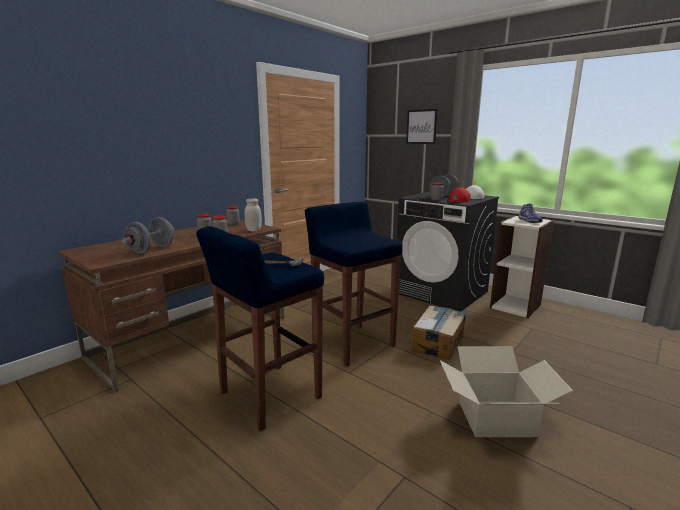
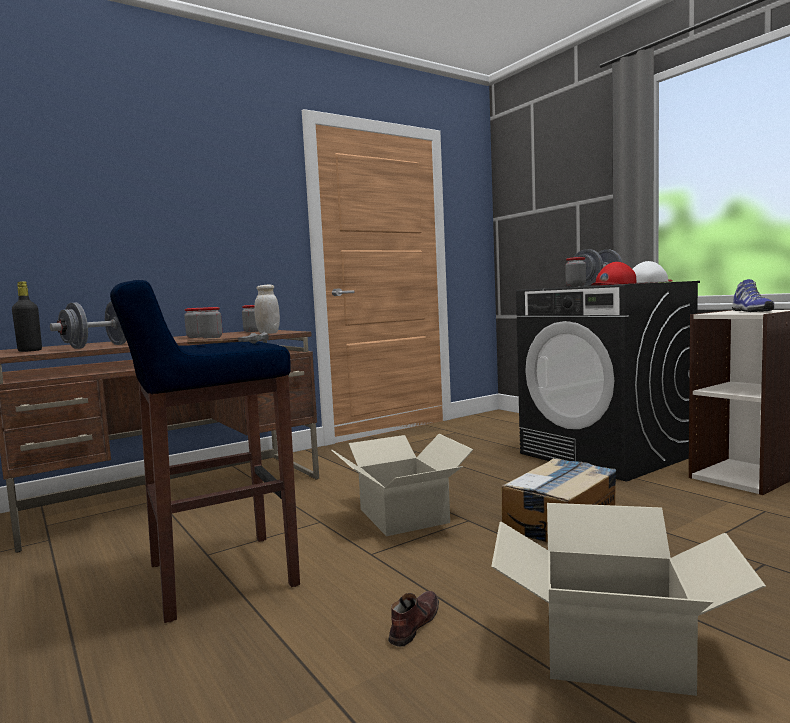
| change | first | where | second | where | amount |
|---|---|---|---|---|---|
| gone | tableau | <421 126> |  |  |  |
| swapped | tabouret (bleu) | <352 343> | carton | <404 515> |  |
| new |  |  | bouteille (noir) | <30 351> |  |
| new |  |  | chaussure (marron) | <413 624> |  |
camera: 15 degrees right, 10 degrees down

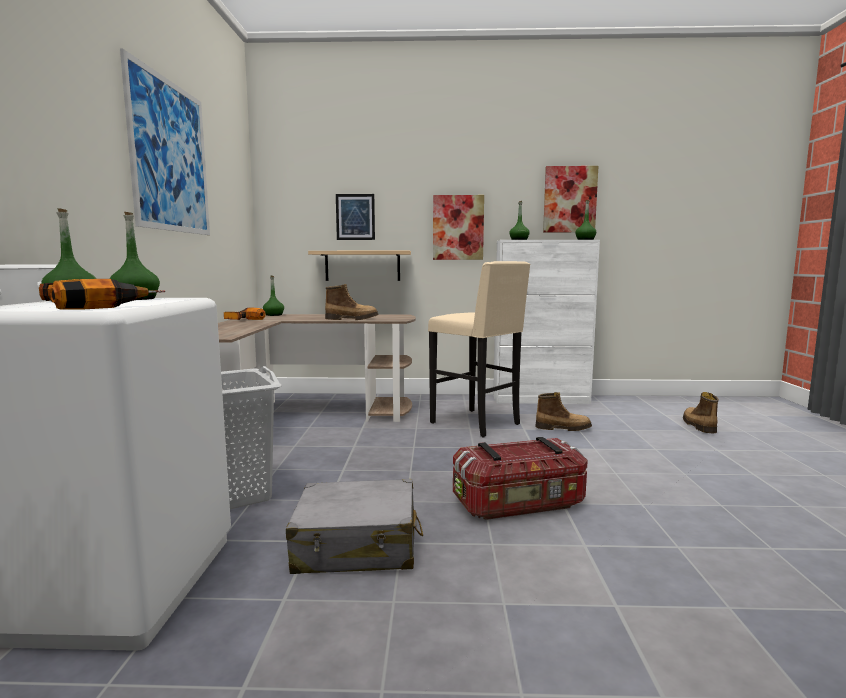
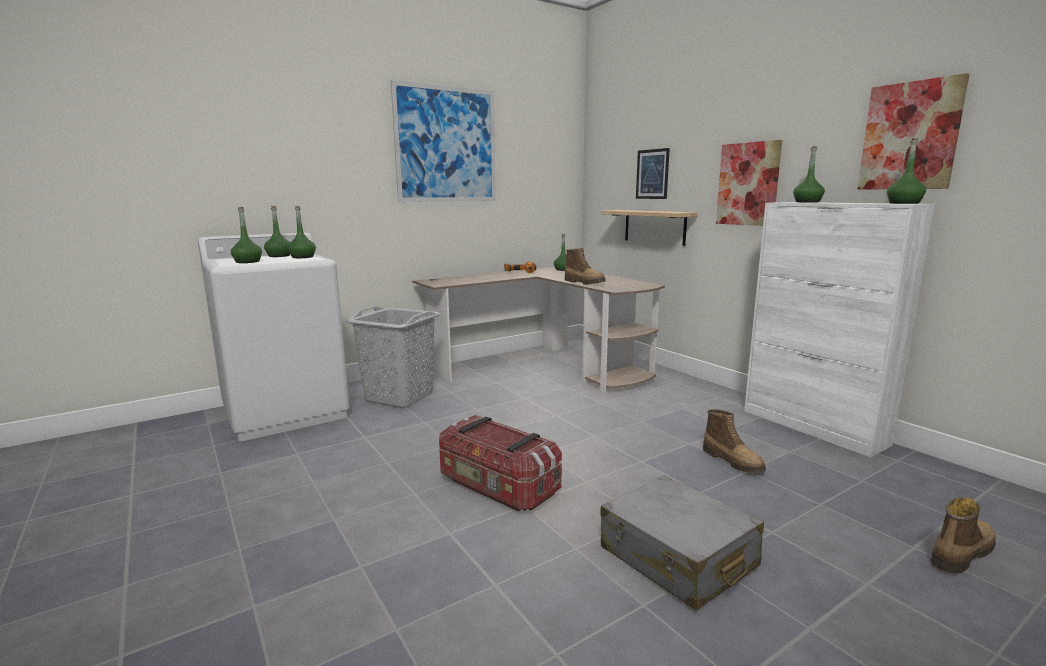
| change | first | where | second | where | amount |
|---|---|---|---|---|---|
| gone | tabouret (beige) | <477 424> |  |  |  |
| swapped | perceuse | <95 306> | bouteille (vert) | <247 262> |  |
| shifted | valise (gris) | <357 545> |  | <677 557> |  |
camera: 55 degrees right, 5 degrees up

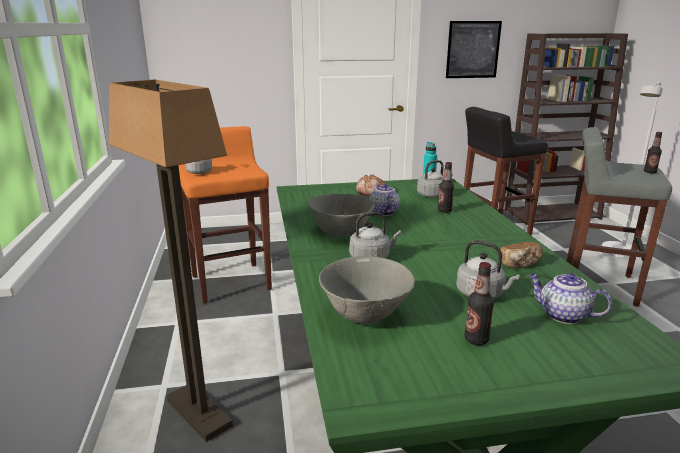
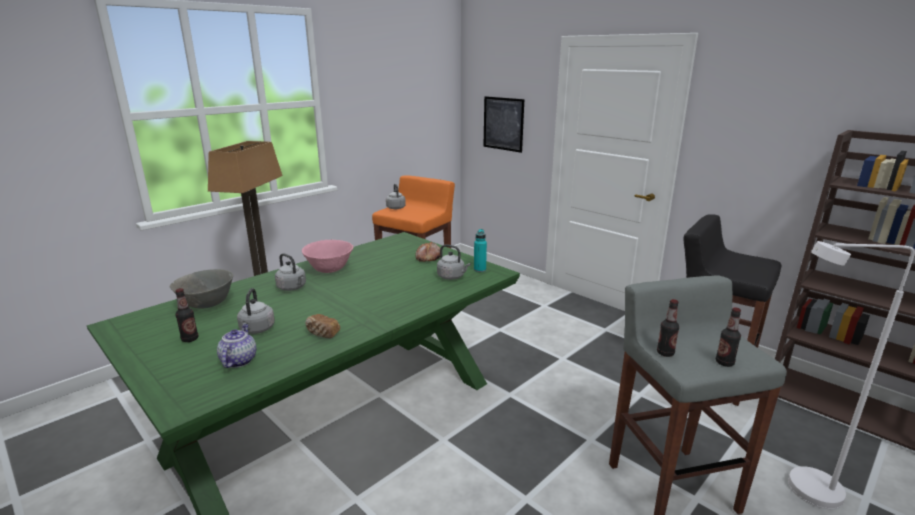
| change | first | where | second | where | amount |
|---|---|---|---|---|---|
| shifted | tableau | <473 49> |  | <503 124> |  |
| shifted | bouteille | <444 211> |  | <665 353> |  |
| gone | théière | <383 212> |  |  |  |
| repainted | bol (gris) | <340 233> | bol (rose) | <330 270> |  |
camera: 55 degrees right, 0 degrees up

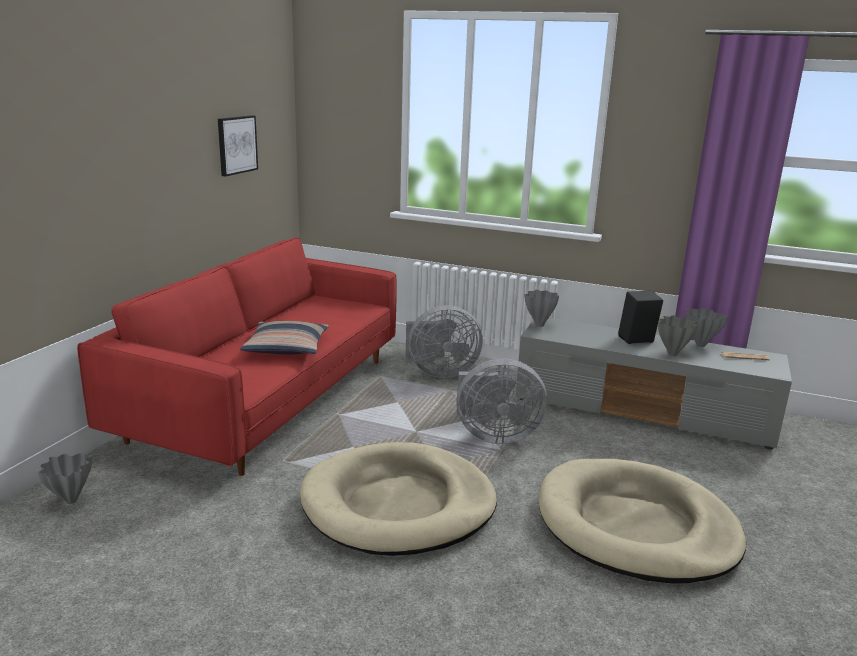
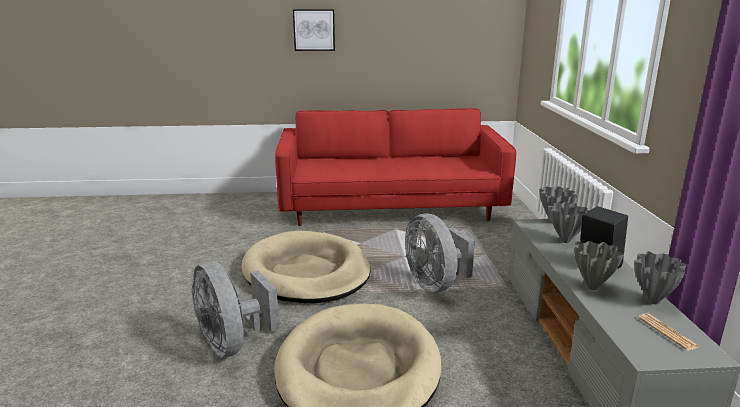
| change | first | where | second | where | amount |
|---|---|---|---|---|---|
| shifted | tableau | <236 145> |  | <314 30> |  |
| shifted | ventilateur (gris) | <439 372> |  | <232 343> |  |
| gone | coussin | <286 348> |  |  |  |
| shifted | vase (gris) | <70 501> |  | <564 241> |  |
camera: 65 degrees right, 0 degrees up

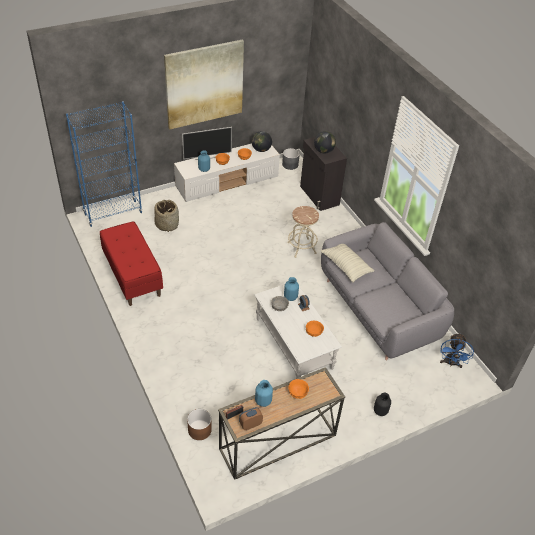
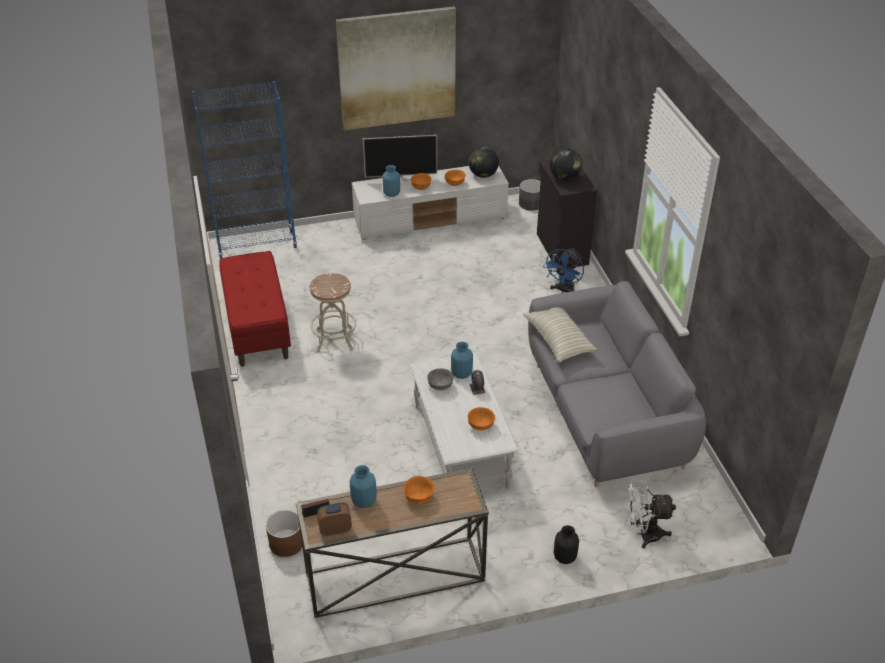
| change | first | where | second | where | amount |
|---|---|---|---|---|---|
| gone | panier | <167 224> |  |  |  |
| shifted | tabouret (beige) | <301 248> |  | <334 339> |  |
| shifted | ventilateur (bleu) | <451 363> |  | <563 291> |  |
| new |  |  | ventilateur (blanc) | <644 534> |  |
camera: 15 degrees right, 5 degrees down

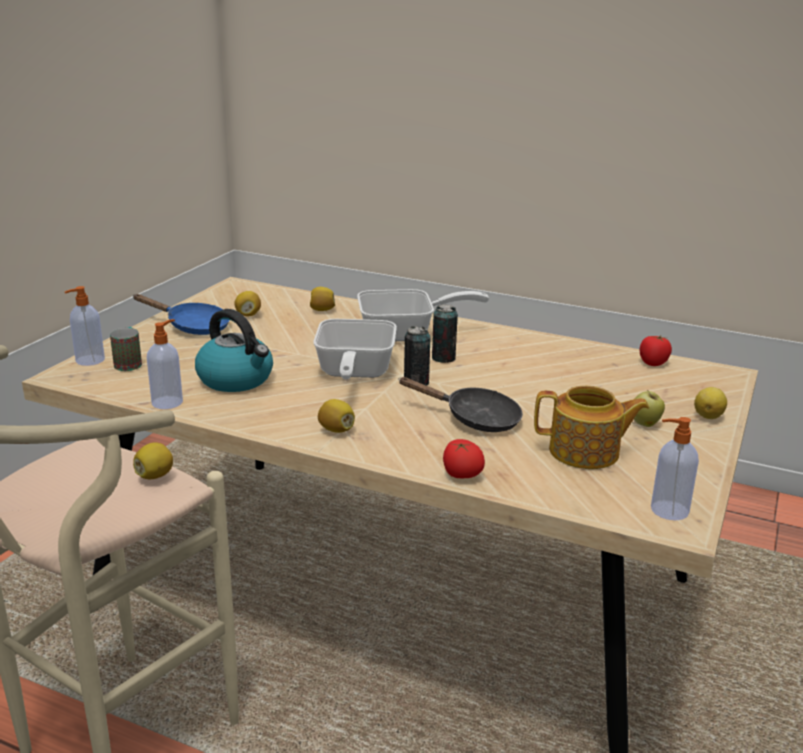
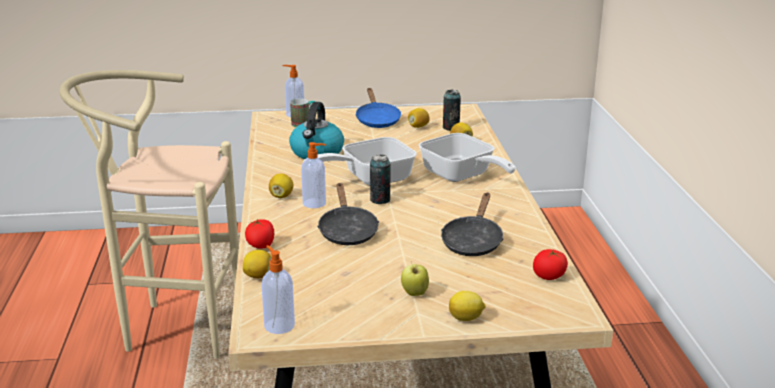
| change | first | where | second | where | amount |
|---|---|---|---|---|---|
| shifted | boîte métallique | <443 358> |  | <451 128> |  |
| shifted | distributeur de savon | <168 402> |  | <315 203> |  |
| gone | théière | <586 452> |  |  |  |
| shifted | citron | <155 475> |  | <258 276> |  |
| new |  |  | poêle (noir) | <472 241> |  |
camera: 60 degrees right, 0 degrees up

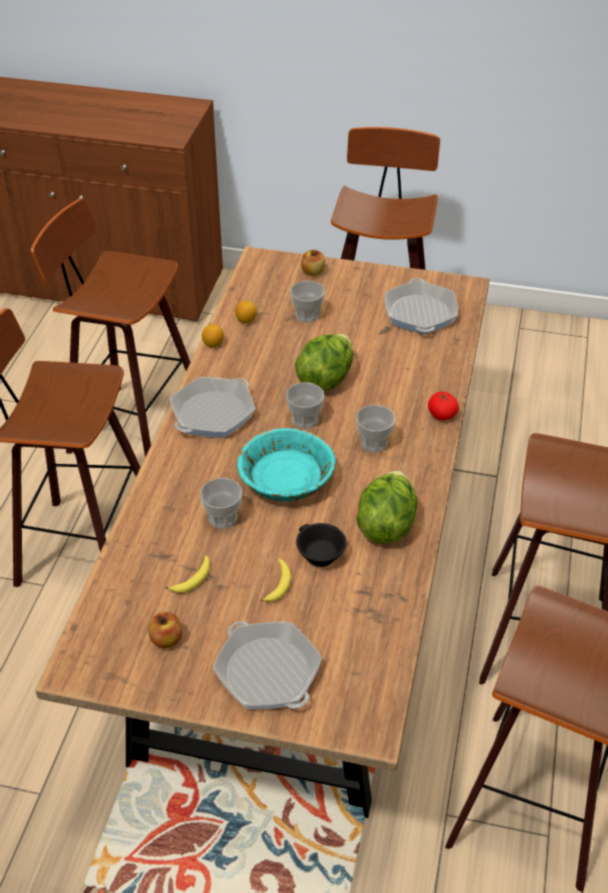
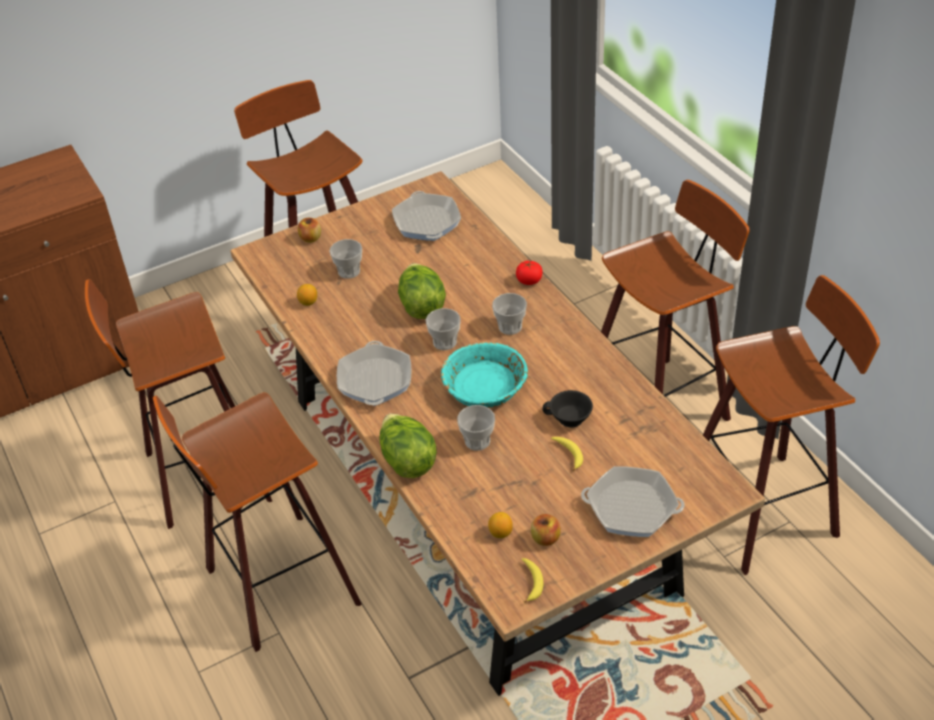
| change | first | where | second | where | amount |
|---|---|---|---|---|---|
| rotated | poêle | <420 313> |  | <427 222> | 150 degrees counterclockwise |
| shifted | citron | <213 344> |  | <500 533> |  |
| shifted | laitue | <386 524> |  | <407 461> |  |
| shifted | banane | <193 579> |  | <532 582> |  |
camera: 40 degrees left, 0 degrees up

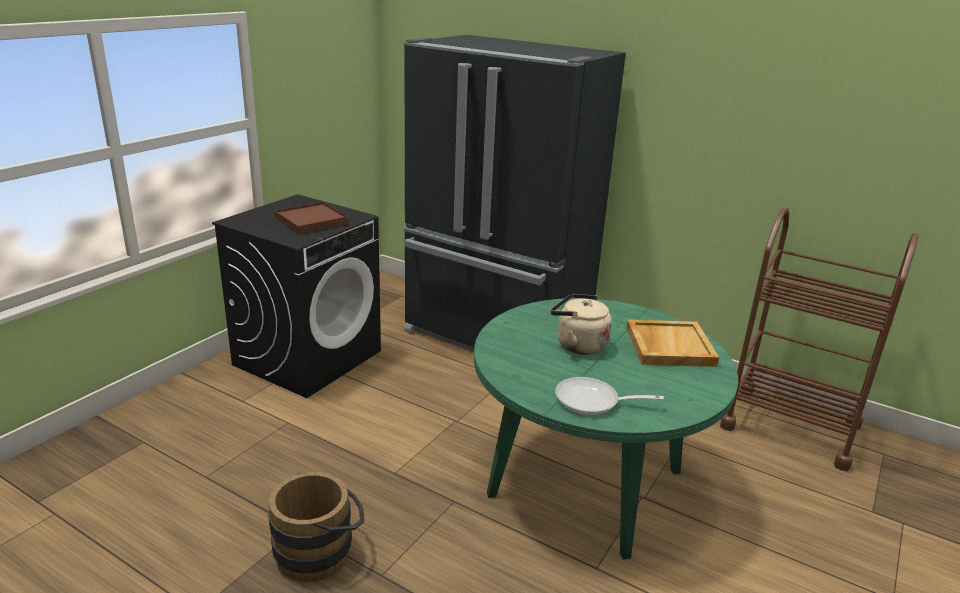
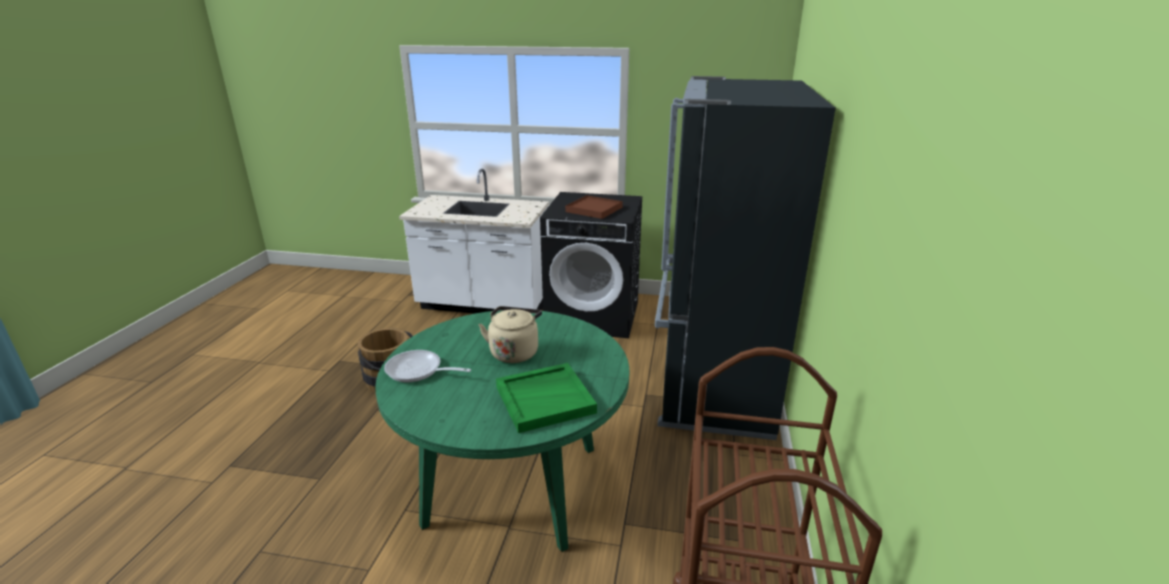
| change | first | where | second | where | amount |
|---|---|---|---|---|---|
| repainted | plateau (beige) | <668 346> | plateau (vert) | <545 399> |  |
| rotated | poêle | <592 401> |  | <418 371> | 60 degrees counterclockwise |
| new |  |  | comptoir de cuisine (blanc) | <484 305> |  |
camera: 70 degrees right, 0 degrees up

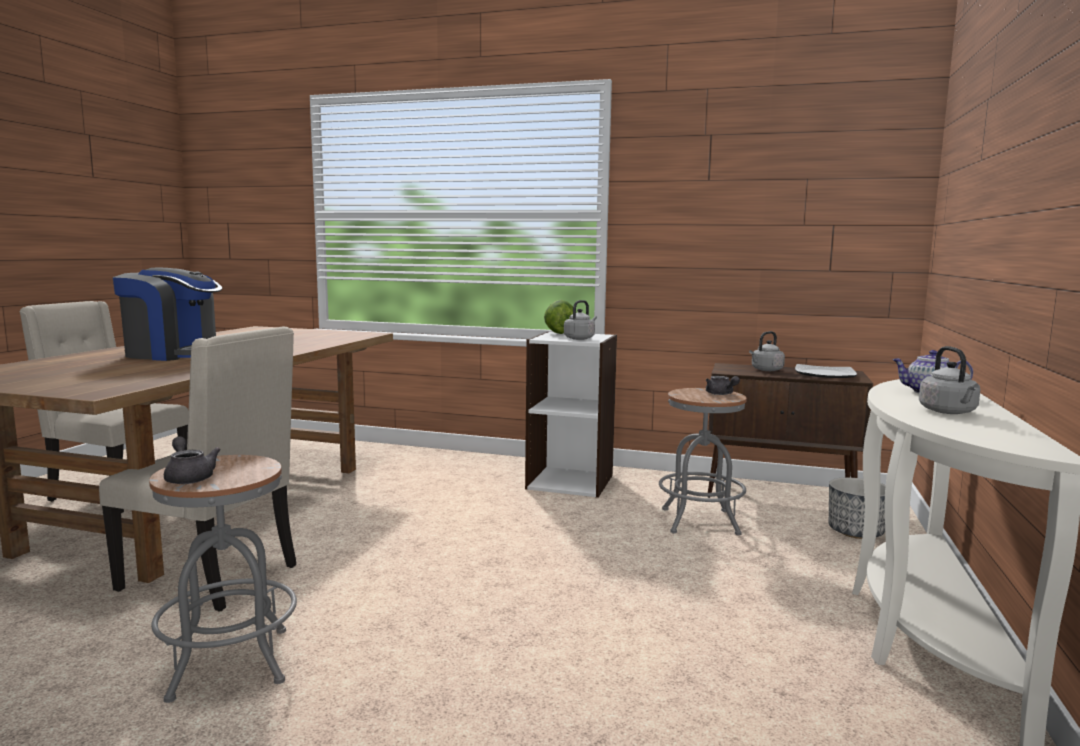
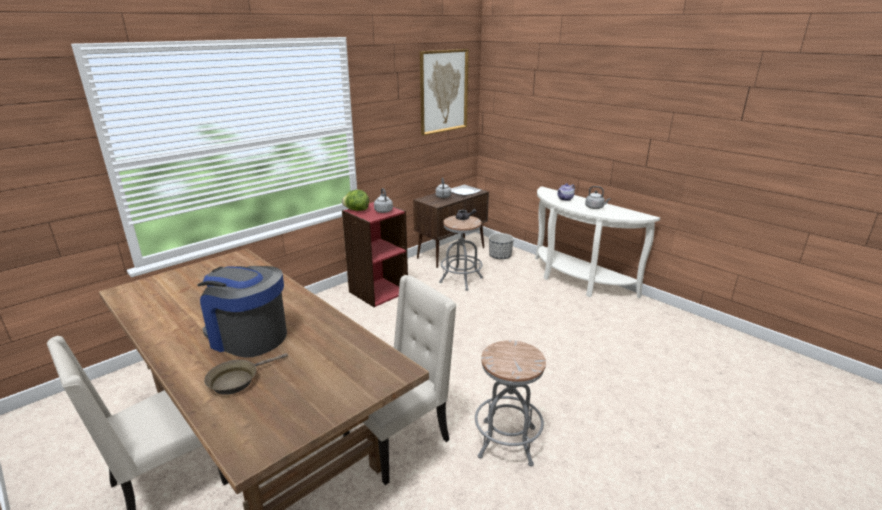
| change | first | where | second | where | amount |
|---|---|---|---|---|---|
| rotated | machine à café | <175 354> |  | <248 336> | 105 degrees counterclockwise |
| repainted | bibliothèque (blanc) | <570 481> | bibliothèque (rouge) | <378 291> |  |
| gone | théière (gris) | <189 477> |  |  |  |
| new |  |  | tableau | <443 91> |  |
| new |  |  | poêle (marron) | <237 380> |  |
camera: 60 degrees left, 15 degrees up

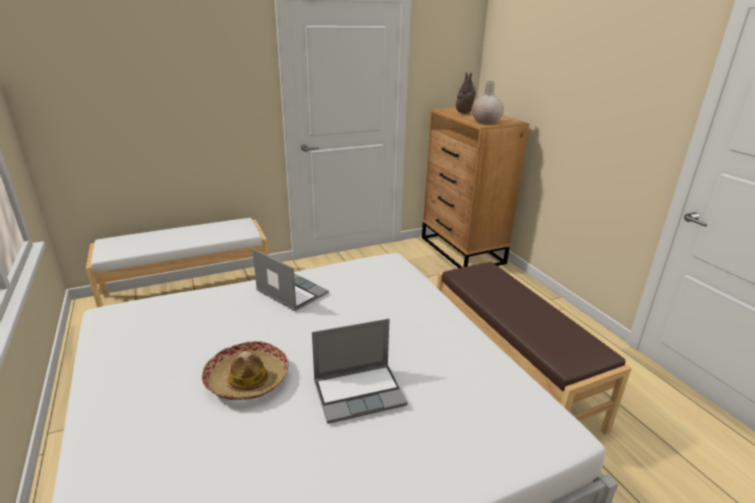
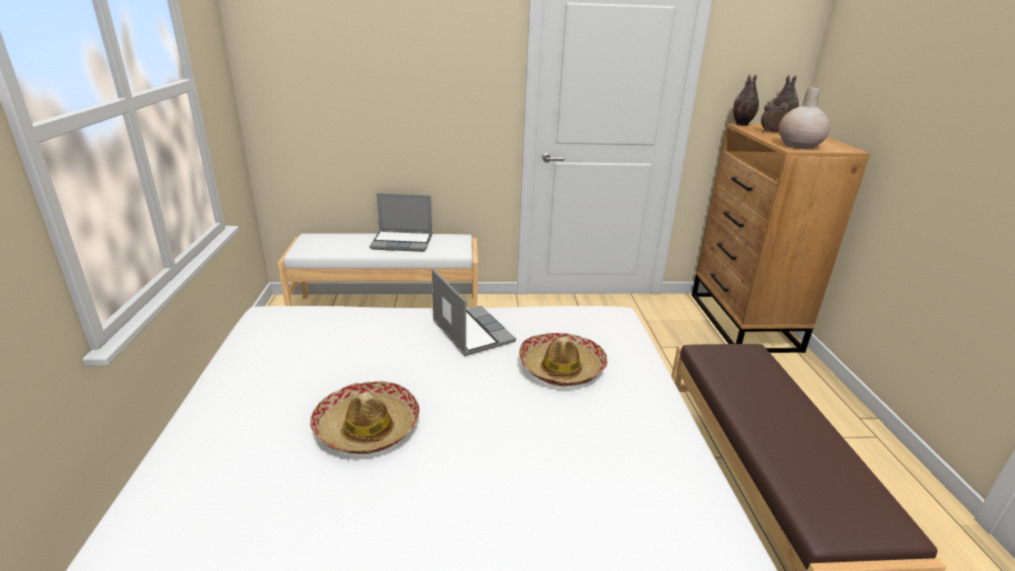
| change | first | where | second | where | amount |
|---|---|---|---|---|---|
| shifted | ordinateur portable | <360 392> |  | <403 242> |  |
| new |  |  | vase | <741 124> |  |
| new |  |  | chapeau | <561 368> |  |
camera: 20 degrees right, 0 degrees up

